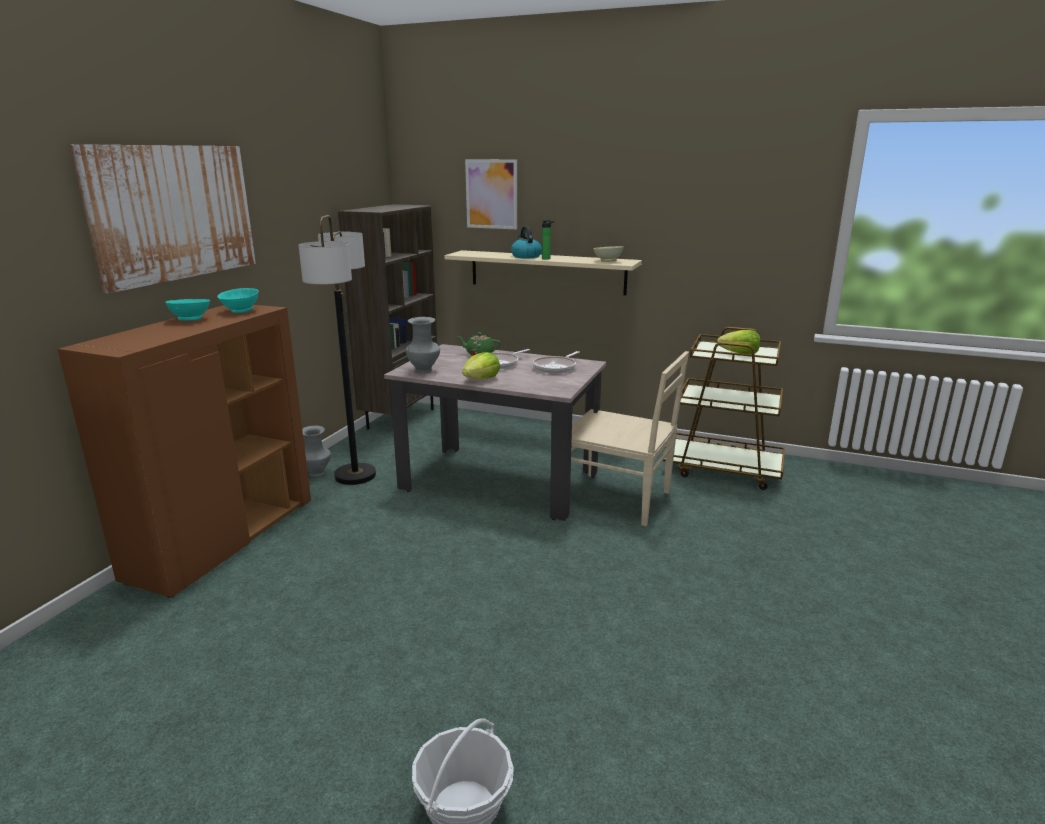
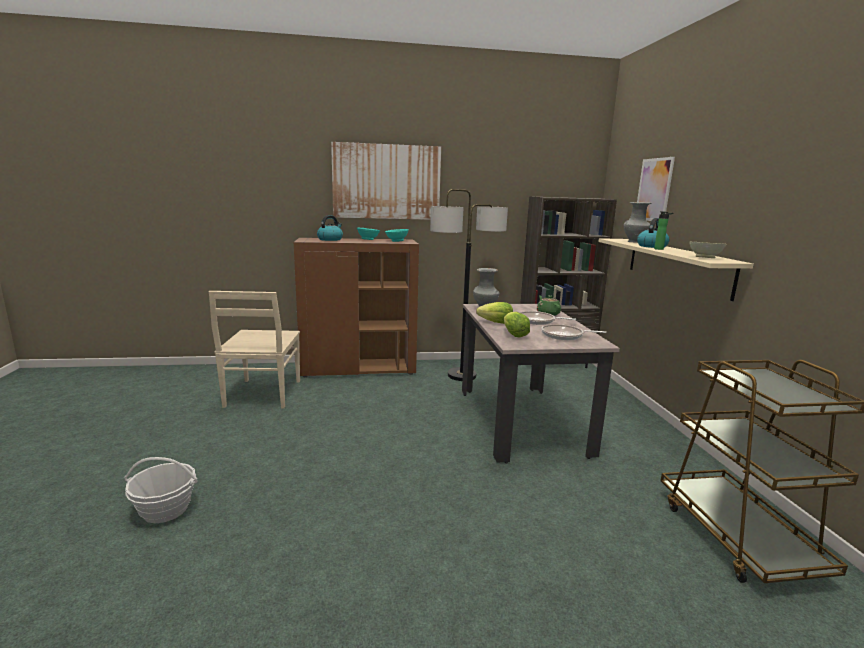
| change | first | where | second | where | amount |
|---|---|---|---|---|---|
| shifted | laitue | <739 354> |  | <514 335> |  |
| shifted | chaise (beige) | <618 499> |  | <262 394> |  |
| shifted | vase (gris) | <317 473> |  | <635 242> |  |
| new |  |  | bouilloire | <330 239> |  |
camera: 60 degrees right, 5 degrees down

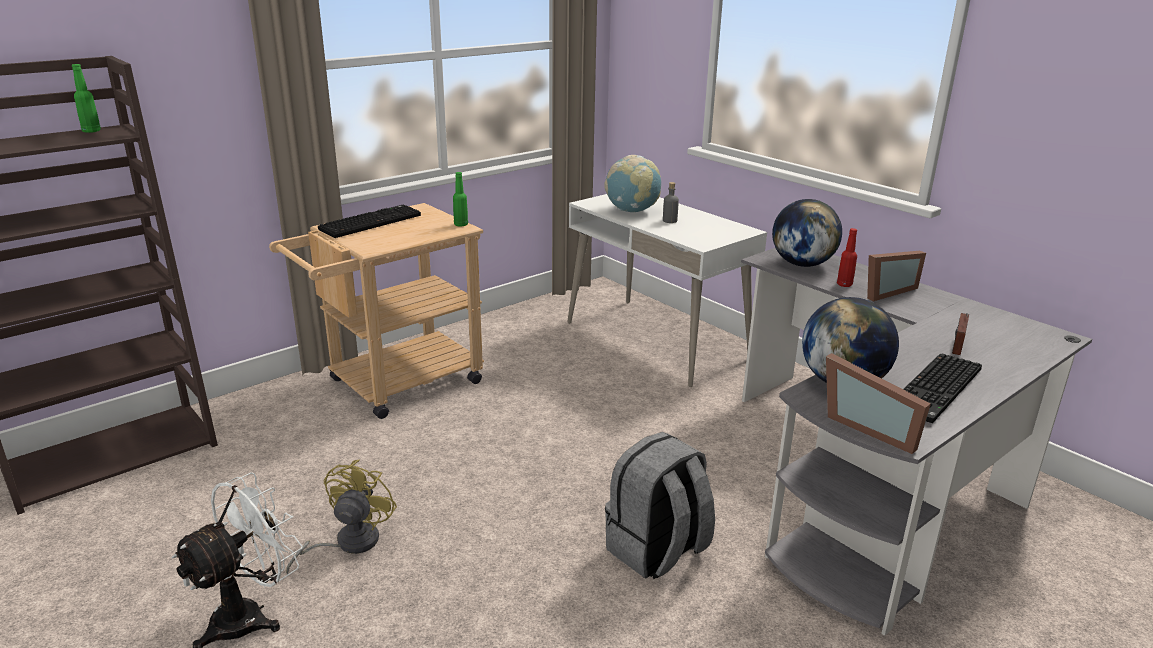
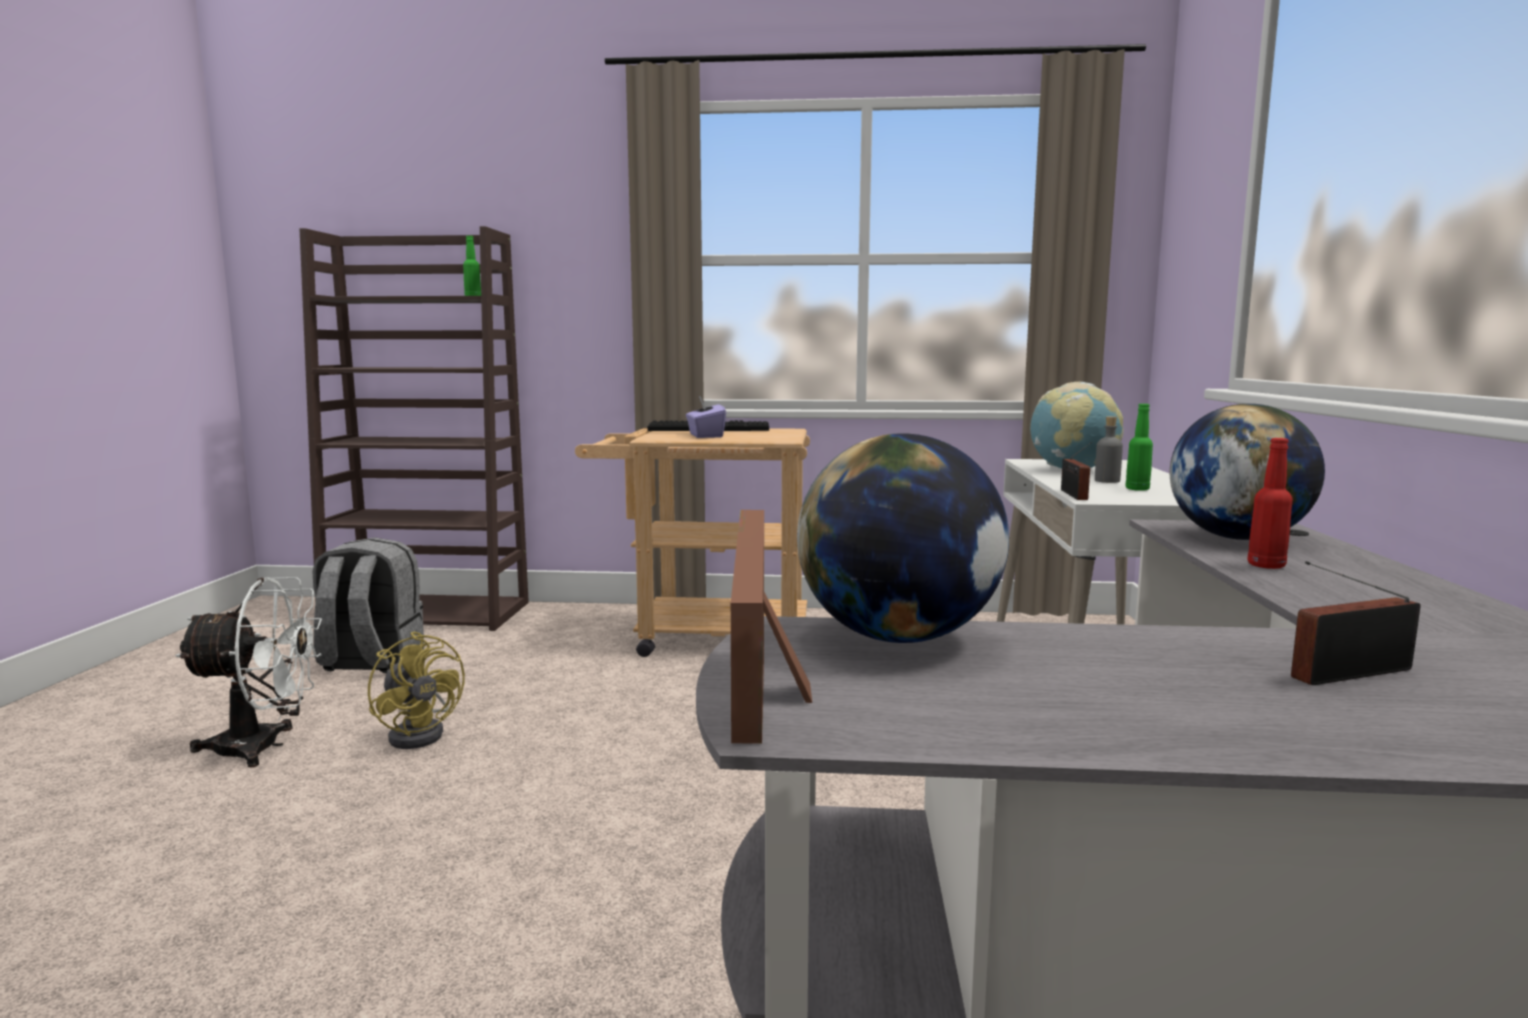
| change | first | where | second | where | amount |
|---|---|---|---|---|---|
| shifted | bouteille (vert) | <461 224> |  | <1137 489> |  |
| gone | cadre photo | <884 291> |  |  |  |
| gone | clavier | <937 390> |  |  |  |
| shifted | sac à dos (gris) | <657 551> |  | <370 662> |  |
| rotated | ventilateur (jaune) | <348 543> |  | <422 733> | 75 degrees clockwise |
| new |  |  | boîte à mouchoirs (violet) | <705 436> |  |
| new |  |  | radio | <1074 495> |  |
camera: 45 degrees right, 15 degrees down

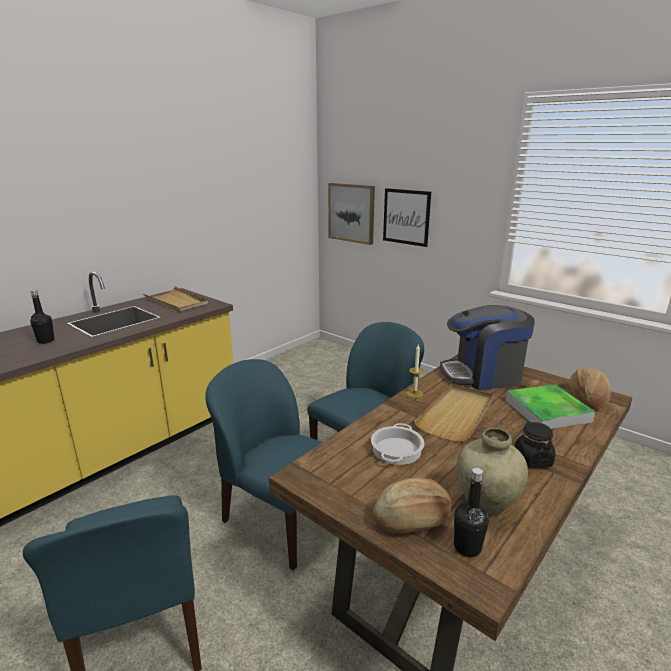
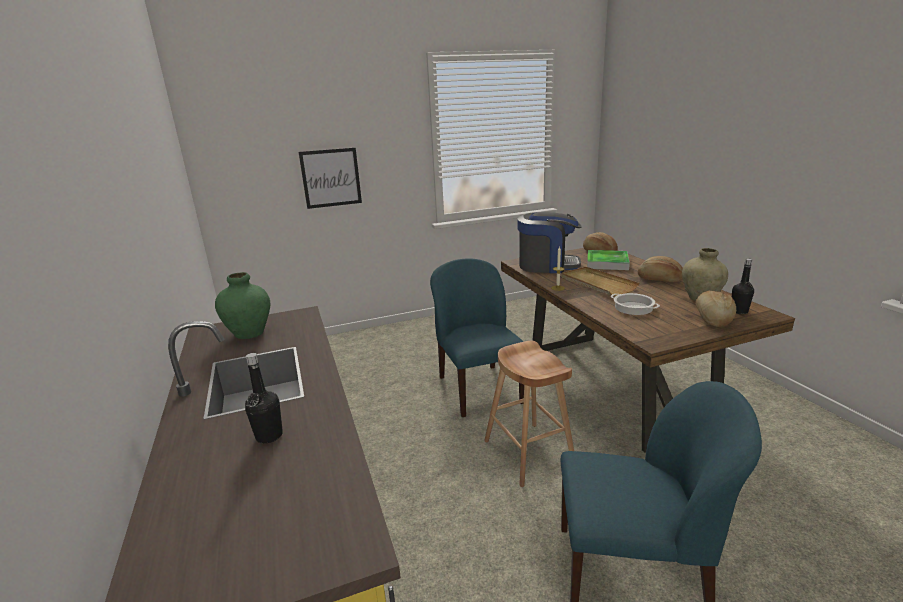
| change | first | where | second | where | amount |
|---|---|---|---|---|---|
| gone | tableau | <351 213> |  |  |  |
| swapped | plateau (beige) | <176 302> | vase (vert) | <249 334> |  |
| rotated | machine à café | <483 375> |  | <547 265> | 105 degrees counterclockwise |
| swapped | chaise (bleu) | <282 519> | tabouret (marron) | <529 453> |  |
| swapped | bocal (noir) | <532 459> | pain | <659 279> |  |
camera: 60 degrees left, 0 degrees up

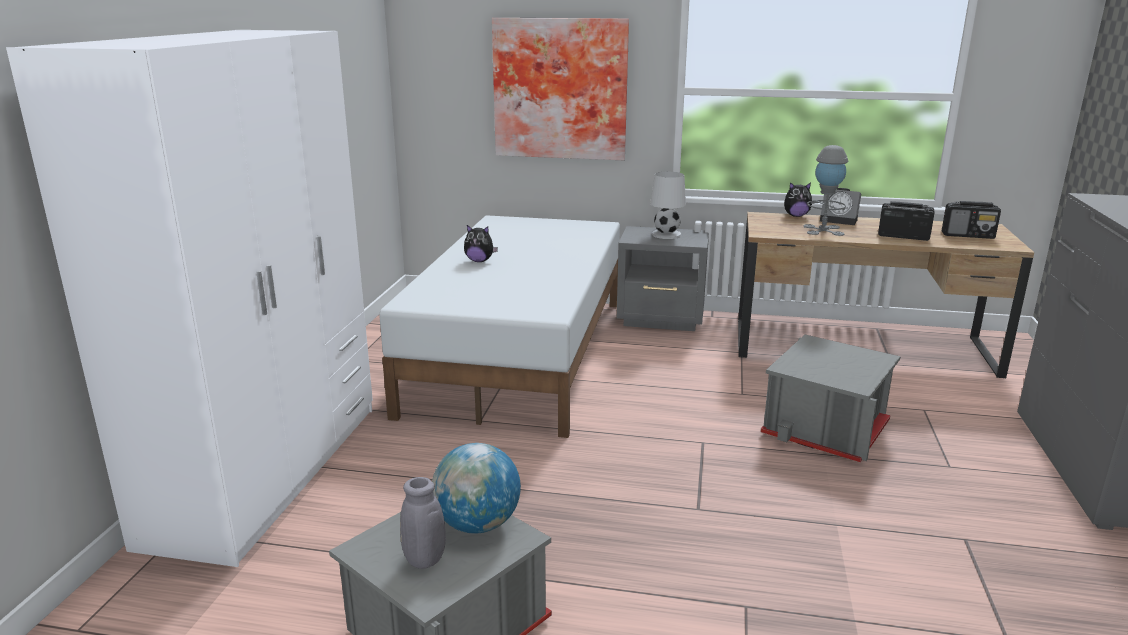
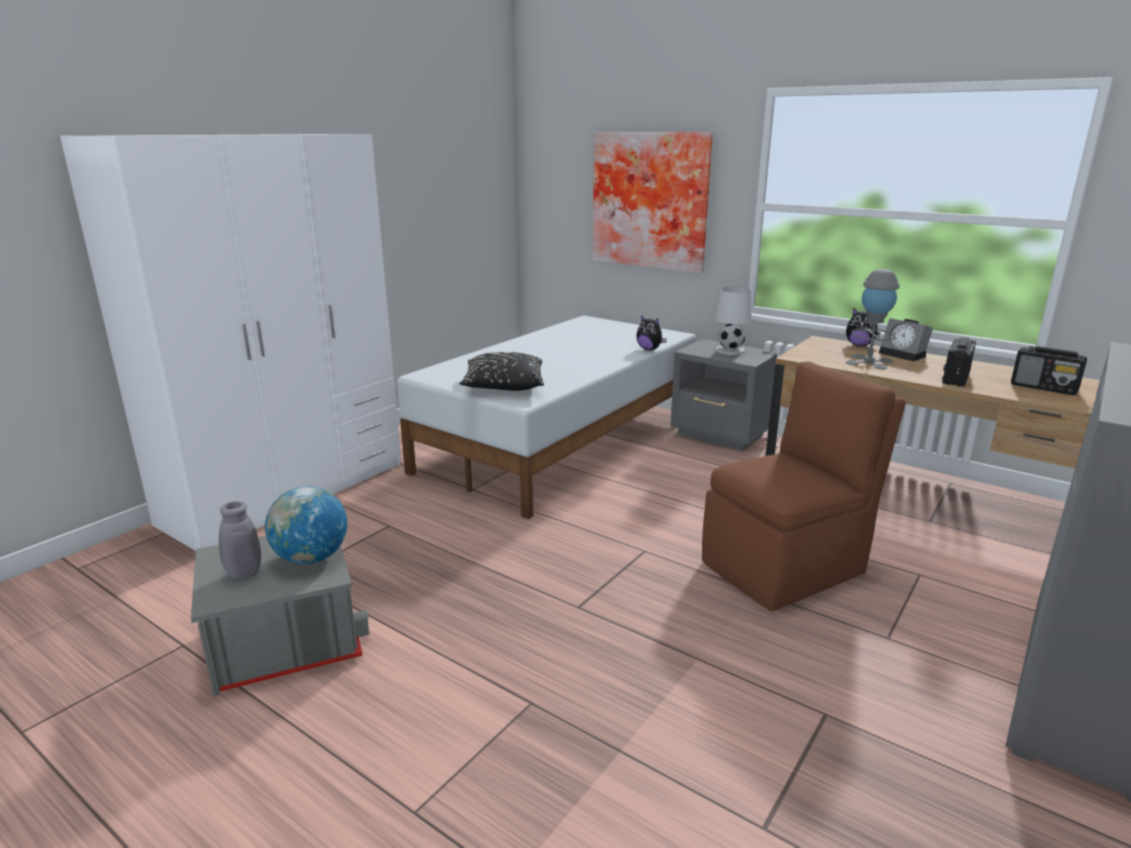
| change | first | where | second | where | amount |
|---|---|---|---|---|---|
| rotated | radio | <902 236> |  | <955 379> | 105 degrees counterclockwise |
| shifted | peluche | <479 261> |  | <649 349> |  |
| swapped | boîte de rangement (gris) | <827 428> | chaise (marron) | <786 567> |  |
| new |  |  | coussin (noir) | <503 386> |  |
camera: 25 degrees right, 0 degrees up

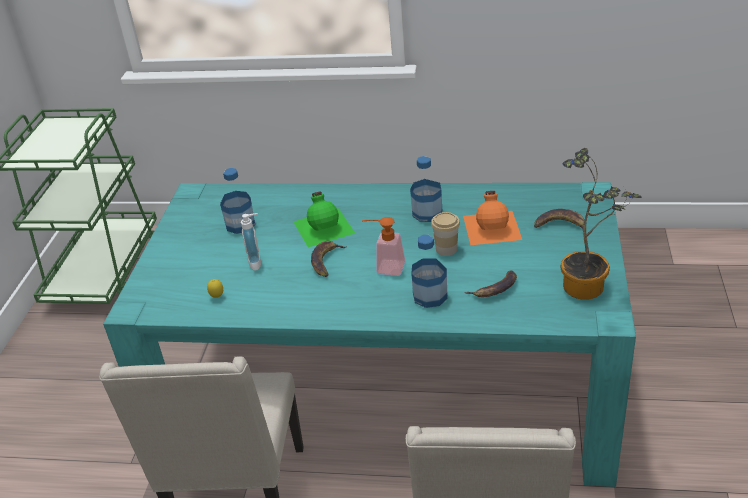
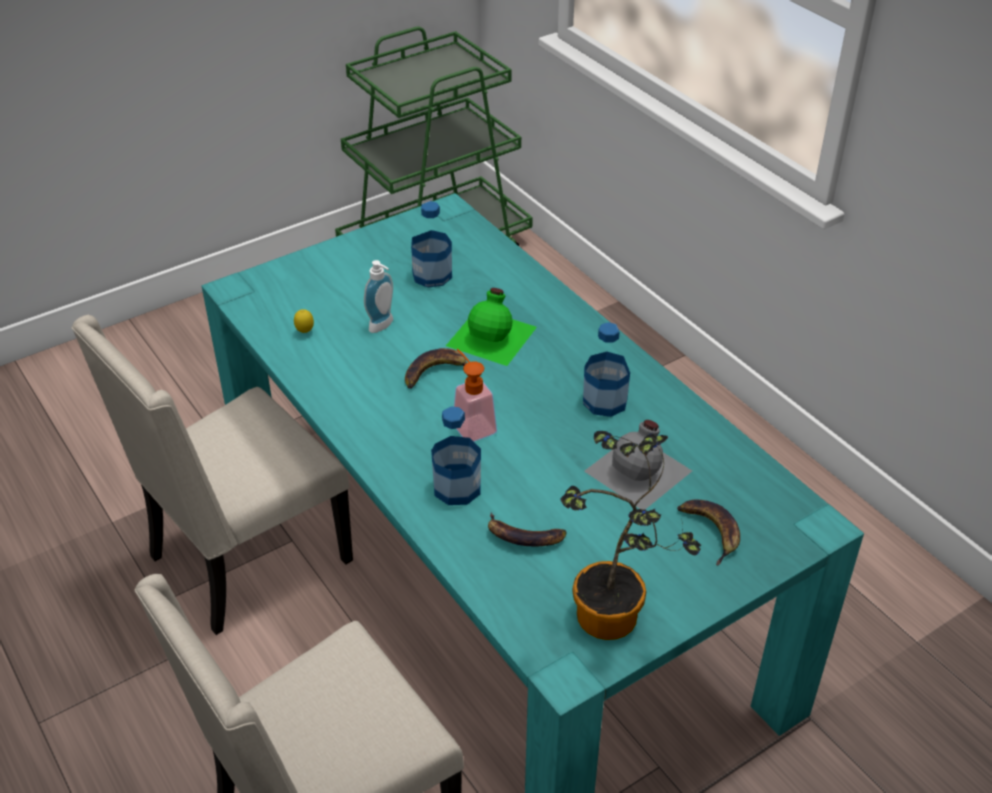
| change | first | where | second | where | amount |
|---|---|---|---|---|---|
| repainted | bouteille (orange) | <492 226> | bouteille (gris) | <640 471> |  |
| gone | tasse | <446 249> |  |  |  |
camera: 45 degrees right, 5 degrees up

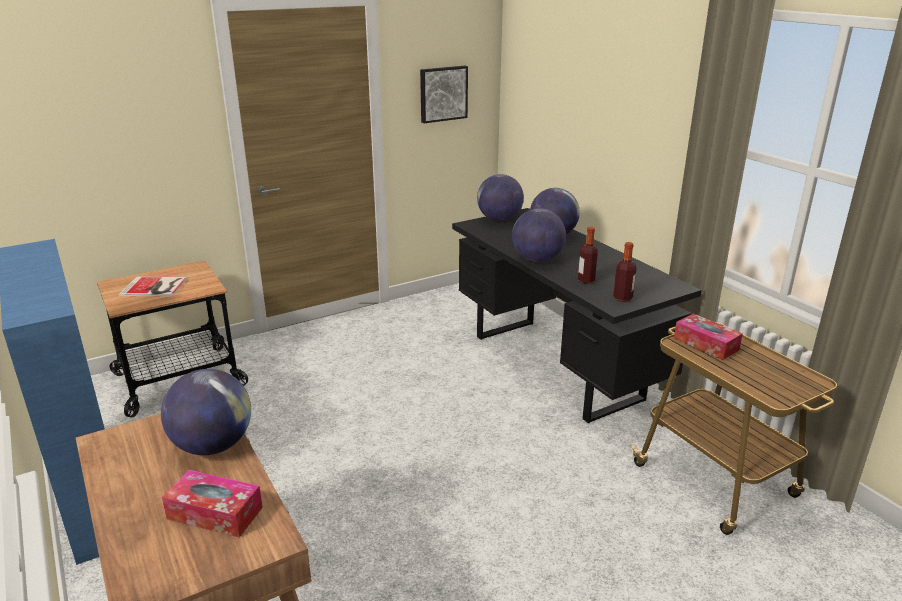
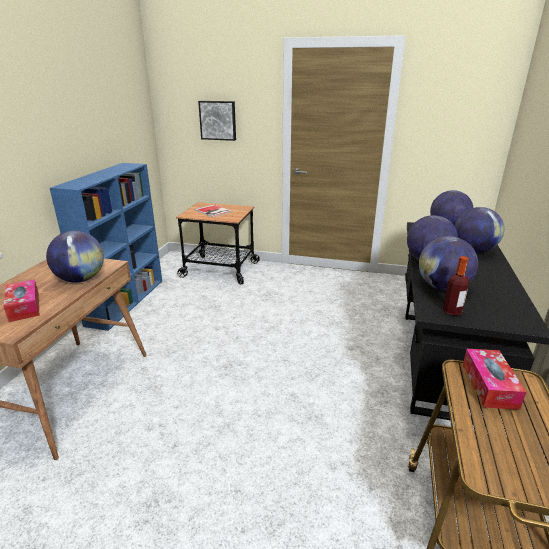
| change | first | where | second | where | amount |
|---|---|---|---|---|---|
| shifted | tableau | <443 93> |  | <218 120> |  |
| swapped | bouteille | <586 280> | globe | <442 287> |  |
camera: 45 degrees right, 0 degrees up

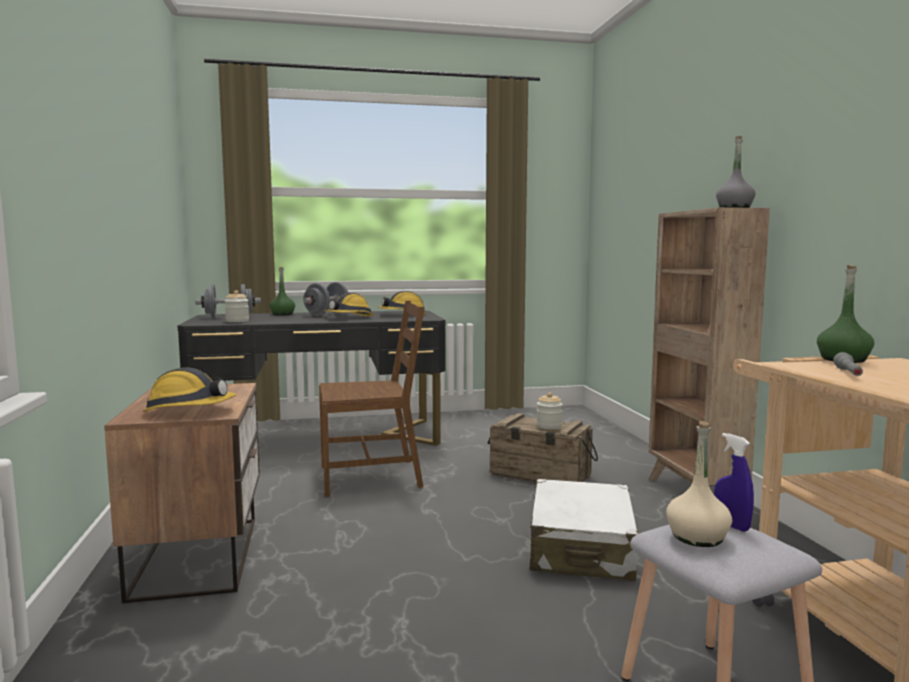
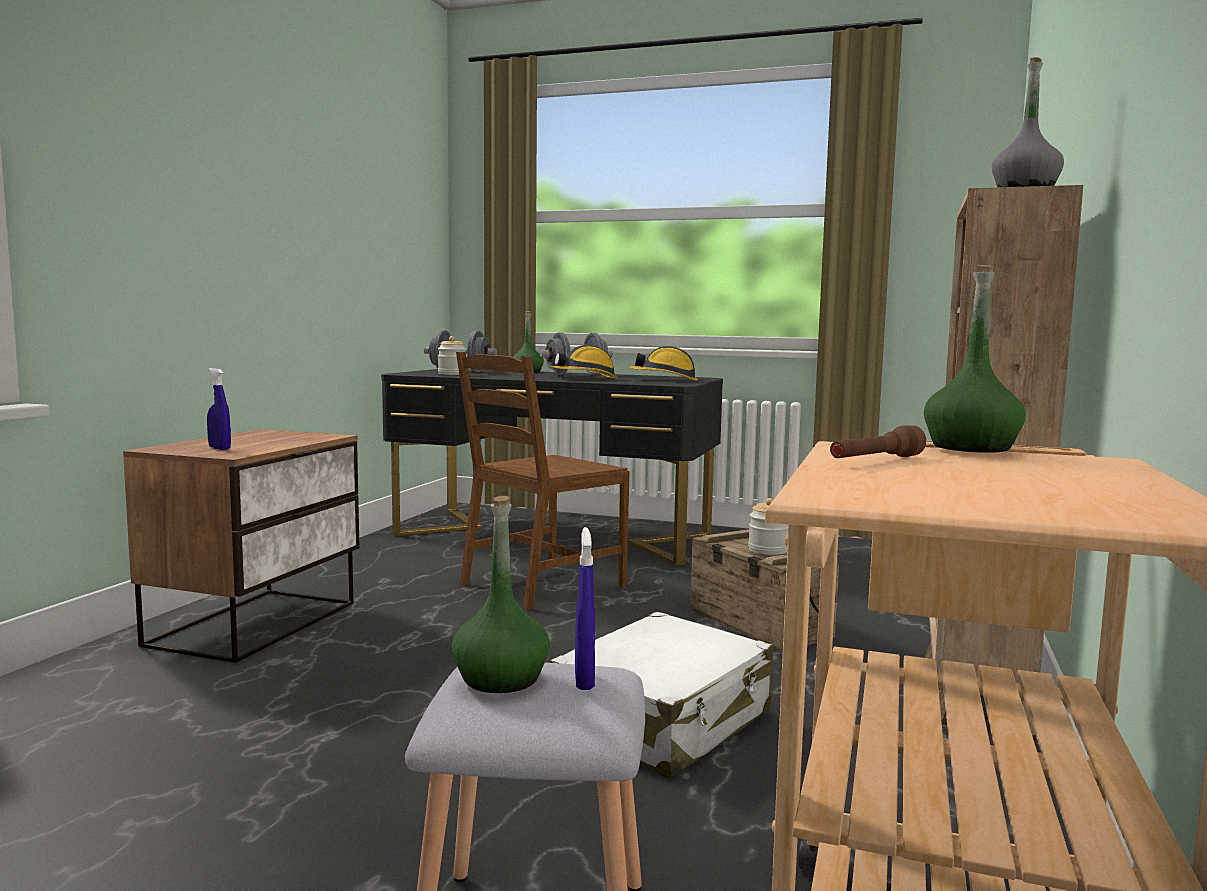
| change | first | where | second | where | amount |
|---|---|---|---|---|---|
| rotated | chaise (marron) | <371 476> |  | <541 585> | 120 degrees clockwise |
| repainted | lampe de poche (gris) | <848 374> | lampe de poche (marron) | <875 461> |  |
| swapped | casque de chantier | <189 410> | vaporisateur (bleu) | <219 448> |  |
| repainted | bouteille (beige) | <697 537> | bouteille (vert) | <501 679> |  |
camera: 30 degrees right, 0 degrees up

